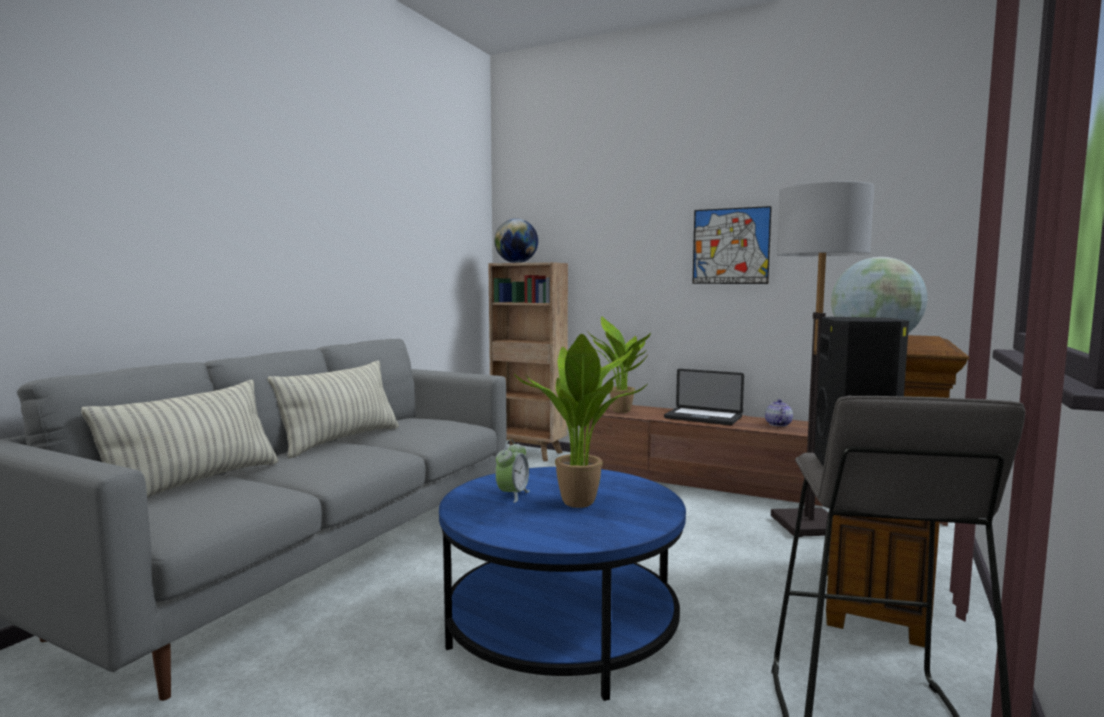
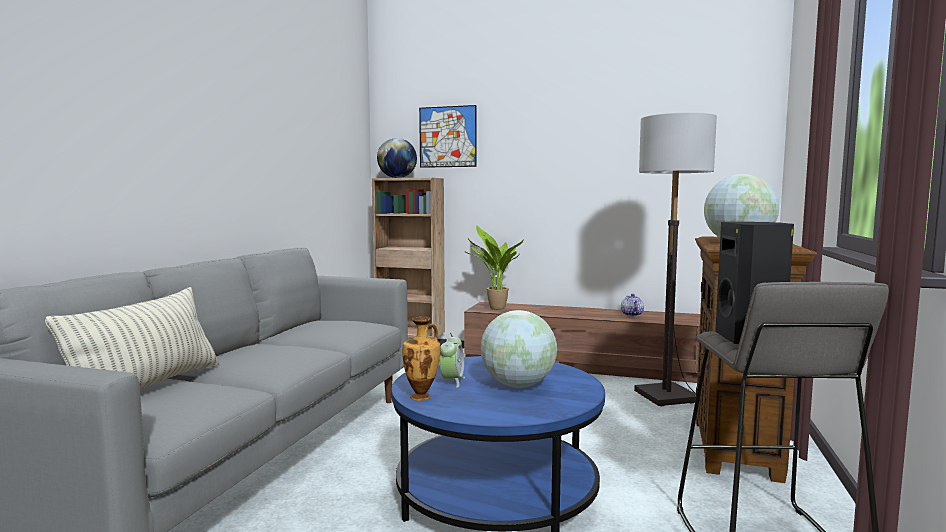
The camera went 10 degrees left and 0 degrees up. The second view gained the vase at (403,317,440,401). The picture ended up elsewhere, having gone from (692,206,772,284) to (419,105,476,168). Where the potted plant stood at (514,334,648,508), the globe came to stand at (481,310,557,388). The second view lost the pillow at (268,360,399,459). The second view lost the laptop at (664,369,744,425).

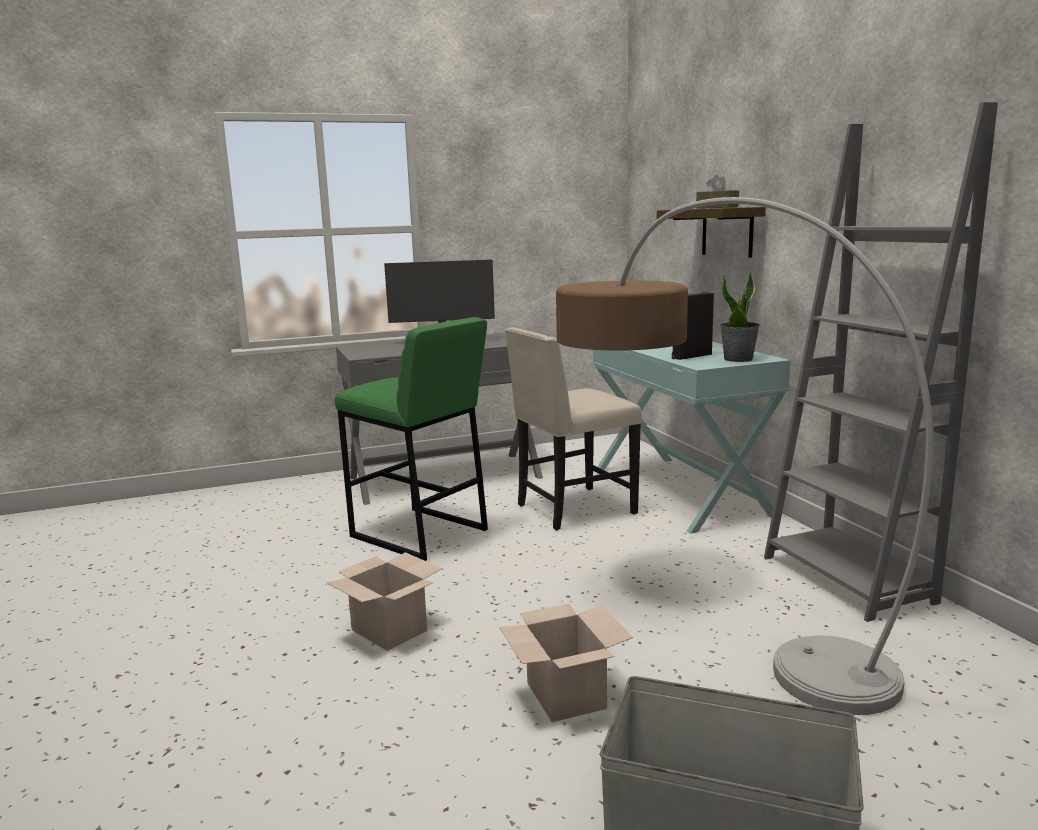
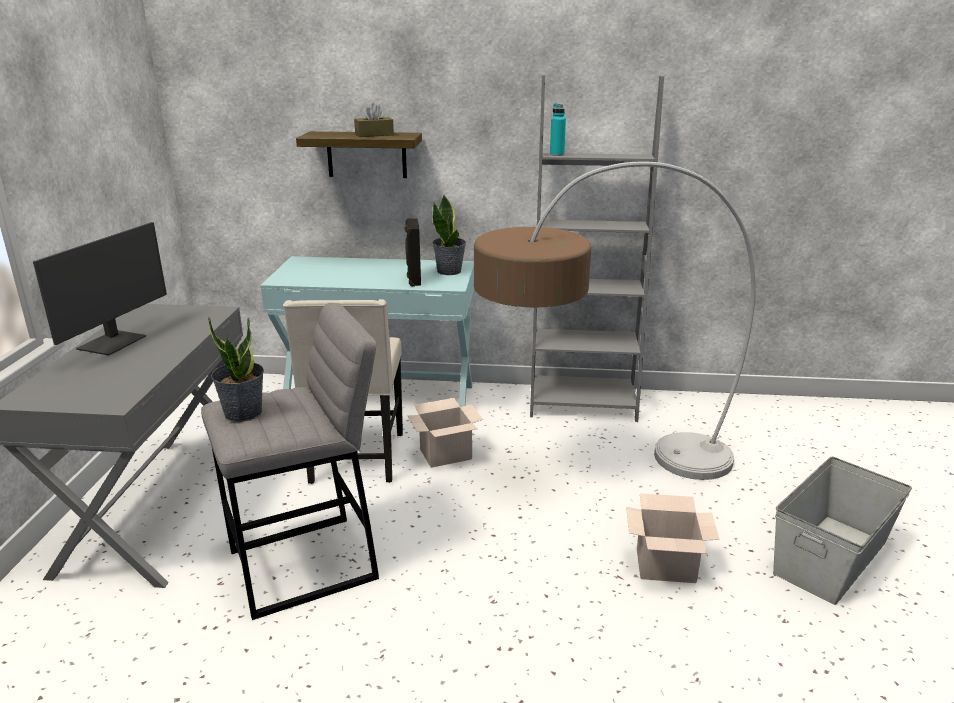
The camera went 65 degrees left and 10 degrees up. What was the stool/green at (335,317,488,561) turned into the stool/grey at (201,303,379,620). The second view gained the potted plant at (208,317,264,422). The cardboard box ended up elsewhere, having gone from (326,552,442,651) to (407,398,483,468). The second view gained the bottle/turquoise at (550,103,566,156).

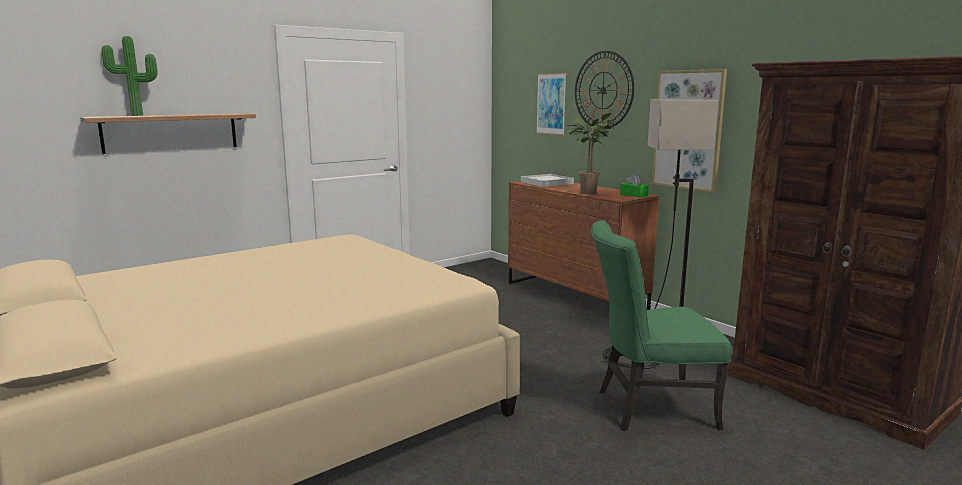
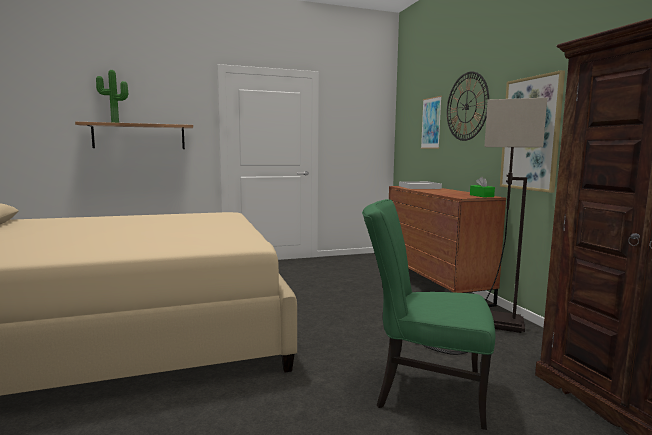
The camera went 20 degrees right and 5 degrees down. The second view lost the potted plant at (567,113,619,194).

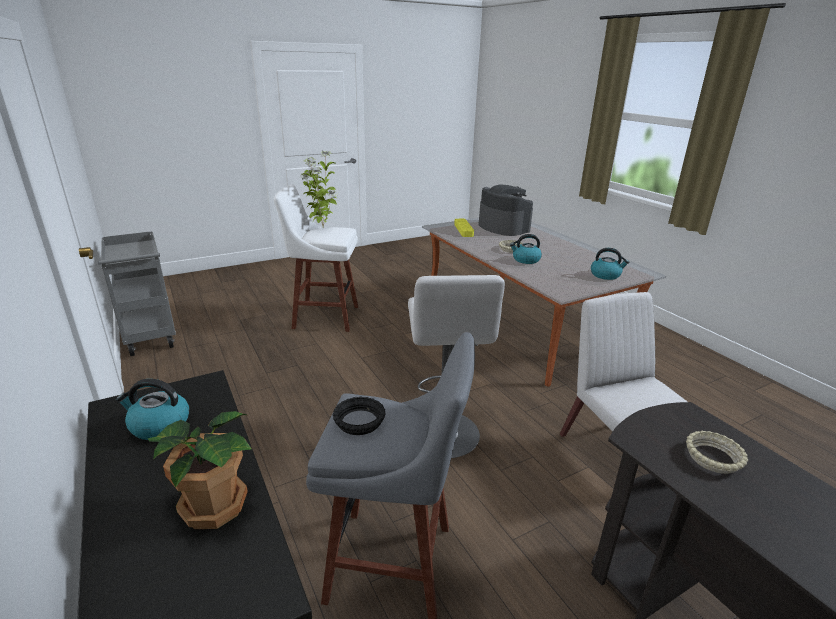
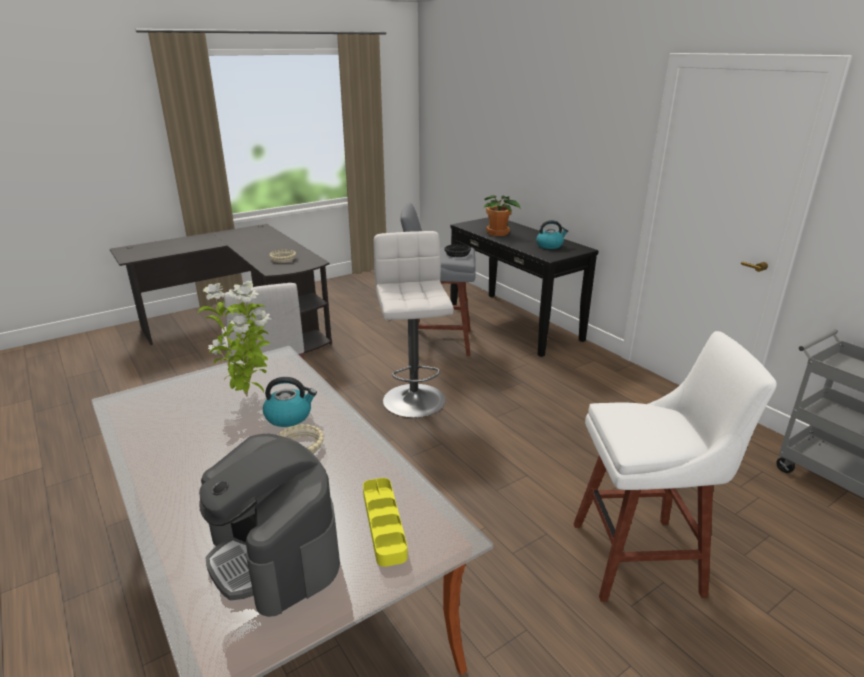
The camera went 175 degrees right and 0 degrees up. The potted plant ended up elsewhere, having gone from (301,151,337,227) to (198,281,271,397). The second view lost the kettle at (591,248,629,280).

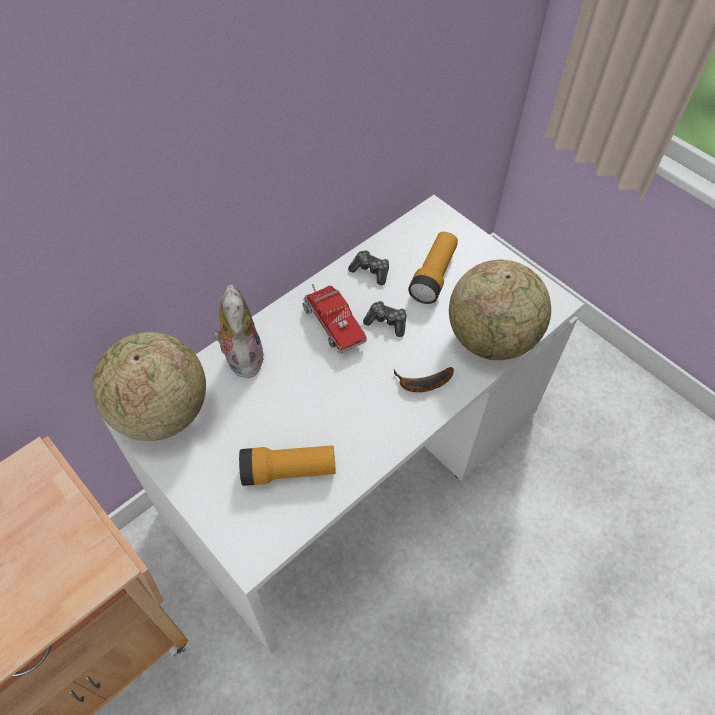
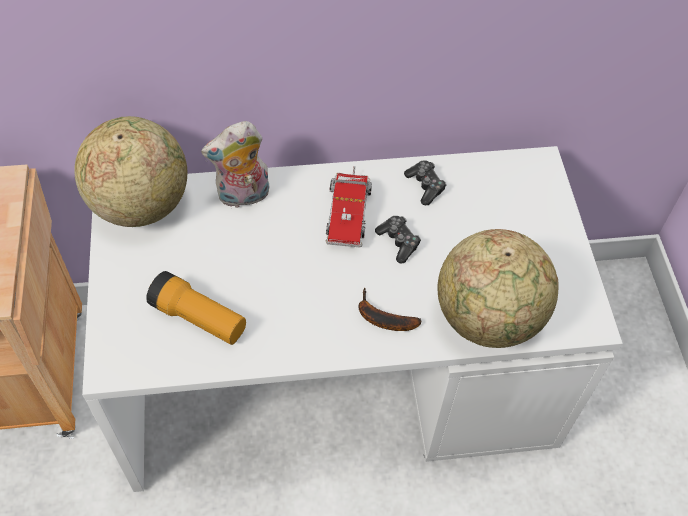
The camera went 35 degrees right and 0 degrees up. The plush toy at (213,284,264,378) ended up facing another way, 135 degrees counterclockwise from before. The second view lost the flashlight at (408,232,458,304).

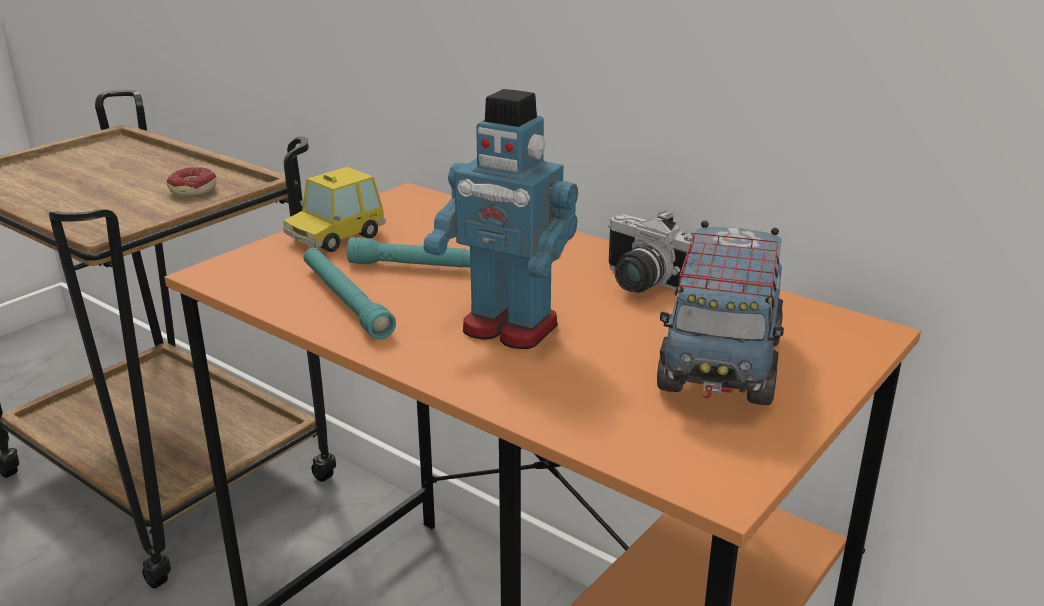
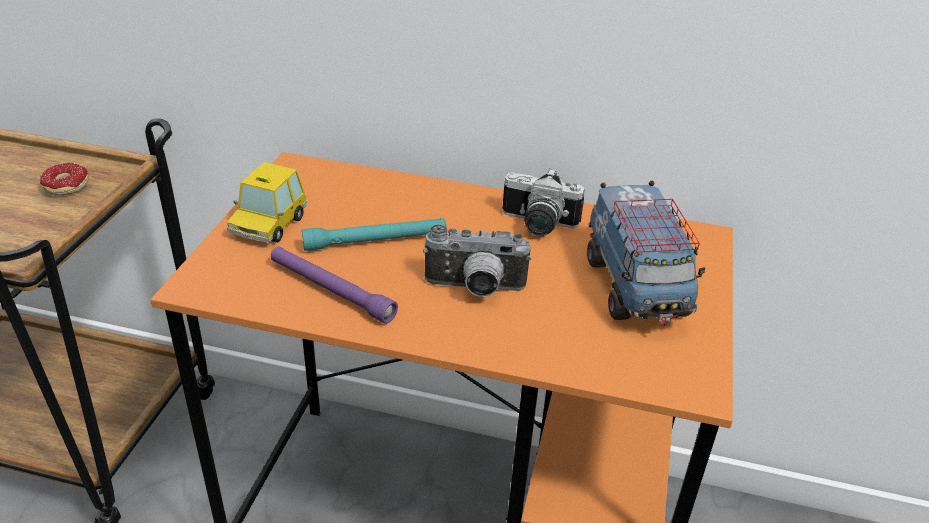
The camera went 25 degrees left and 10 degrees up. What was the flashlight/turquoise at (304,248,396,339) turned into the flashlight/purple at (271,247,398,324). Where the toy robot stood at (424,89,578,349), the photo camera came to stand at (423,225,531,297).

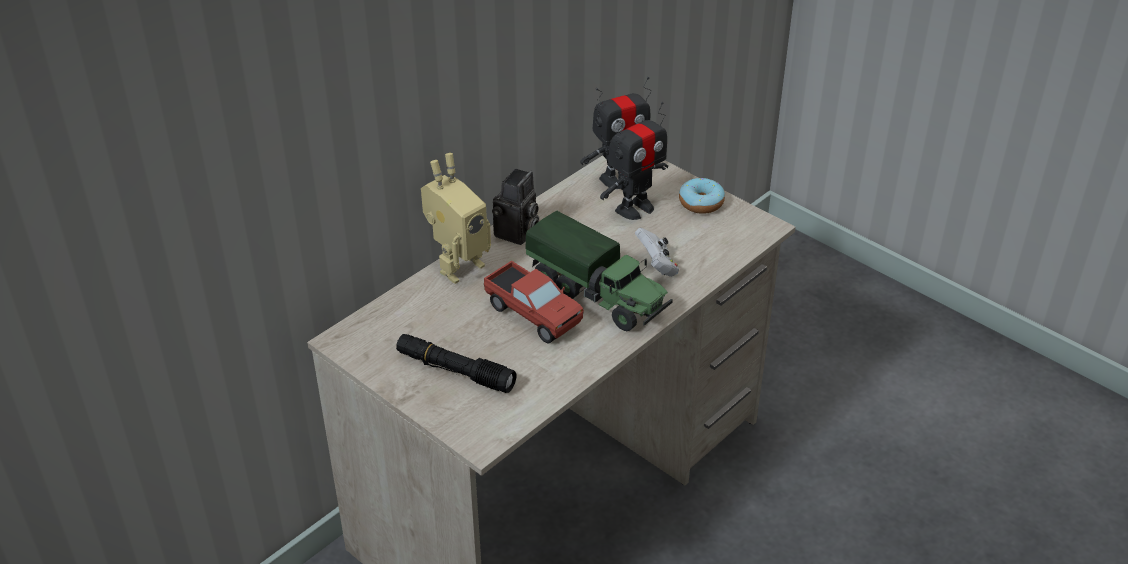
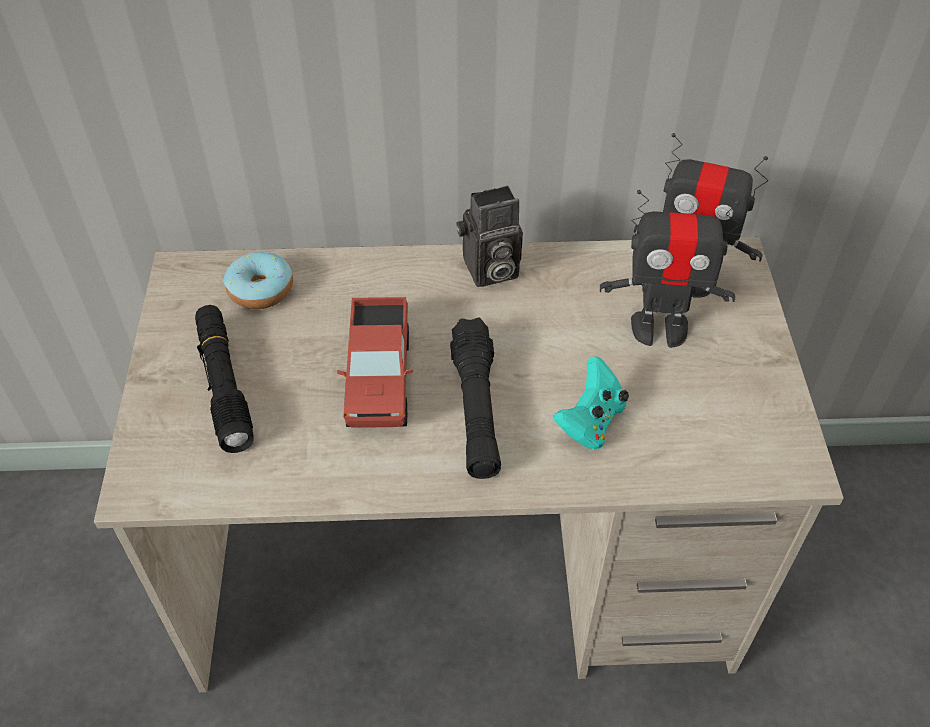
The camera went 45 degrees right and 10 degrees up. The donut ended up elsewhere, having gone from (679,178,725,214) to (224,252,293,309). Where the toy truck stood at (525,211,673,331), the flashlight/black came to stand at (450,317,501,479). What was the game controller/white at (635,228,679,277) turned into the game controller/turquoise at (554,356,629,450). The second view lost the toy robot at (421,153,491,284).

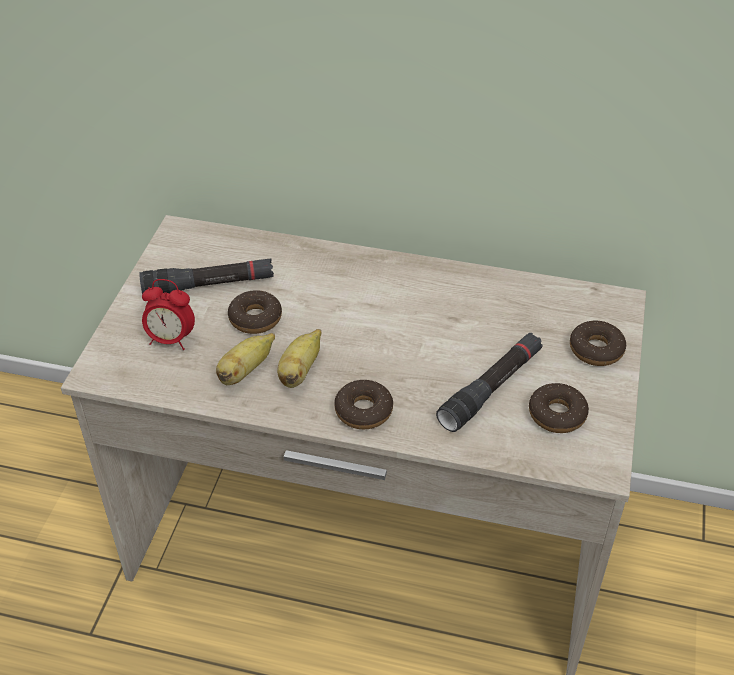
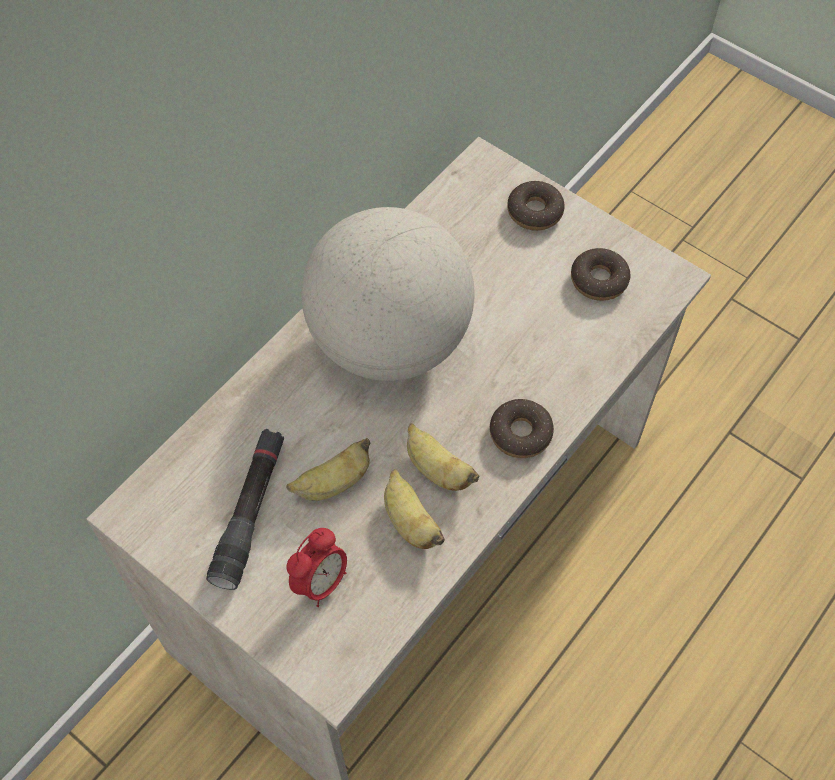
The camera went 65 degrees left and 15 degrees up. Where the donut stood at (228,290,282,334), the banana came to stand at (286,438,370,501). The second view gained the globe at (301,207,475,381). The second view lost the flashlight/black at (436,333,543,432).

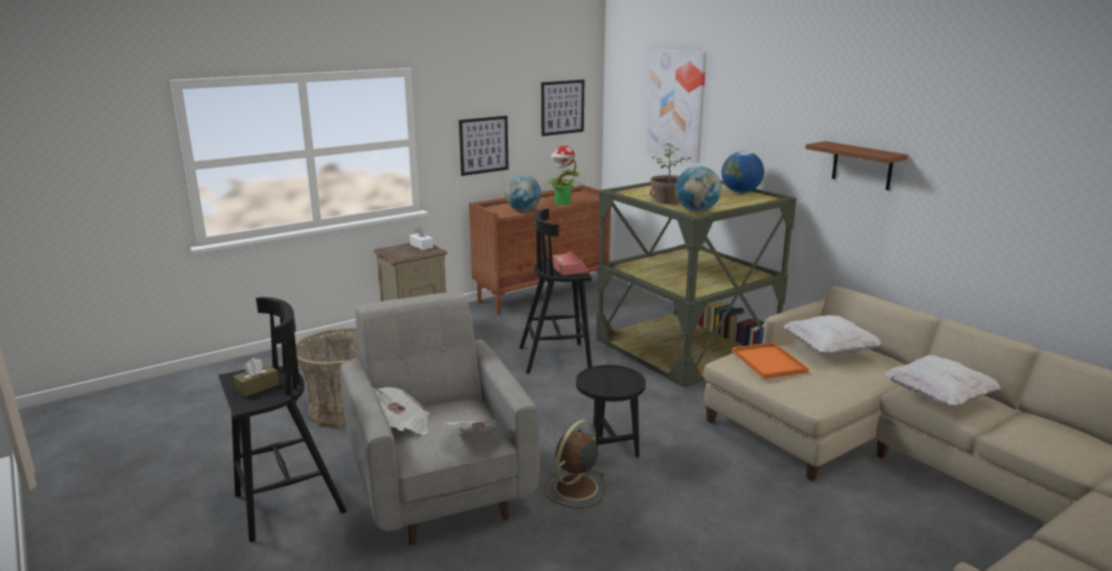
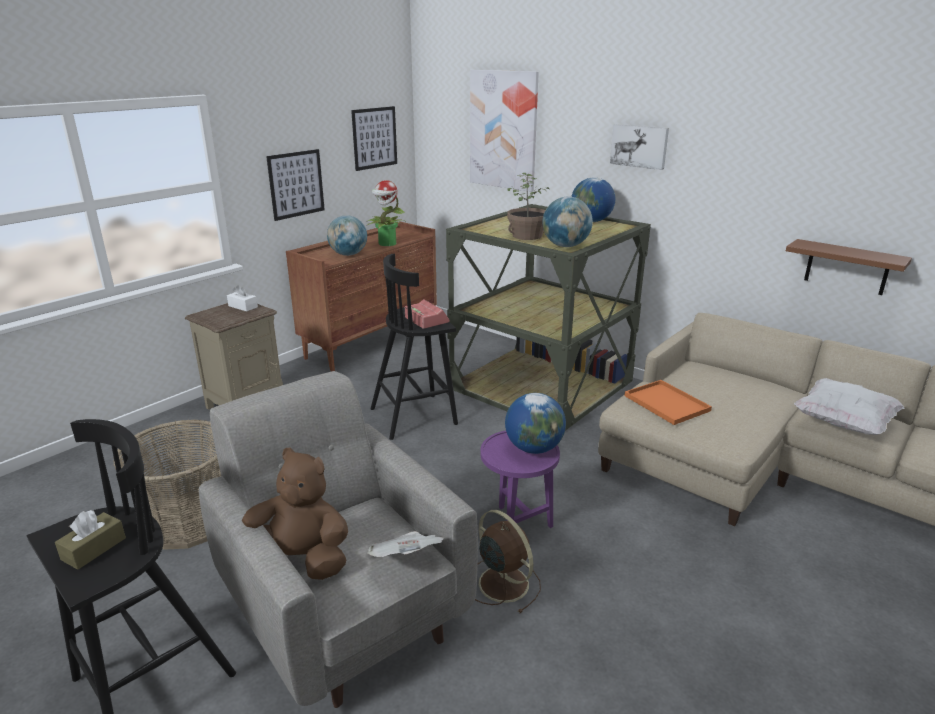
The camera went 15 degrees left and 5 degrees up. Where the newspaper stood at (373,387,429,434), the plush toy/brown came to stand at (242,448,348,580). The fan/brown at (544,420,605,509) ended up facing another way, 120 degrees clockwise from before. What was the side table/black at (576,365,646,464) turned into the side table/purple at (480,430,560,528). The second view gained the globe at (505,393,566,454). The second view gained the picture at (610,124,669,170). The shelf/brown ended up elsewhere, having gone from (805,141,908,190) to (786,239,912,295). The second view lost the pillow/white at (784,315,882,355).

